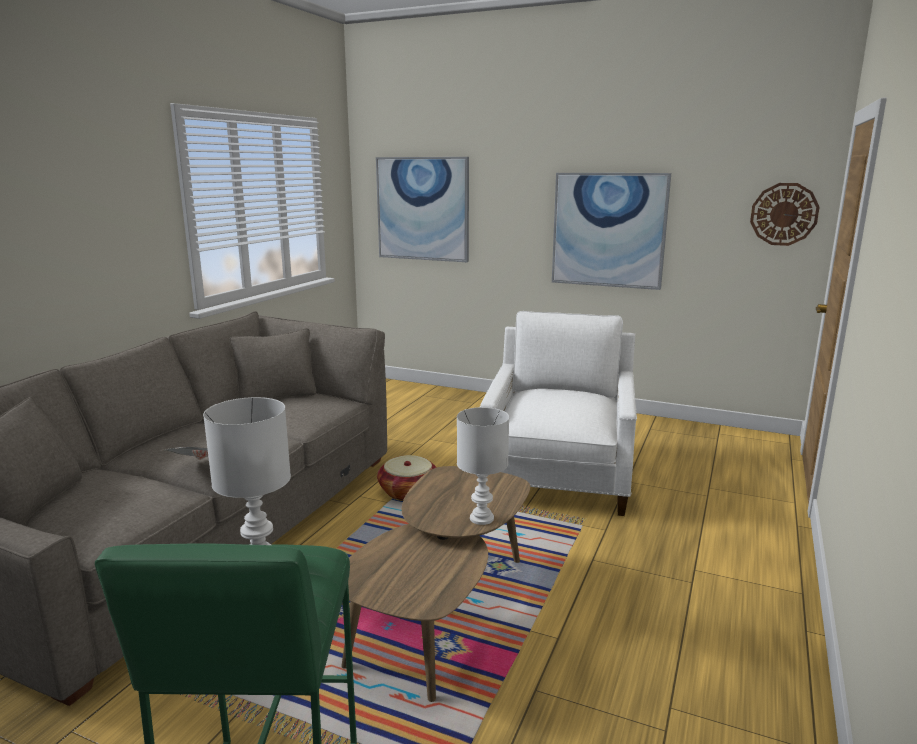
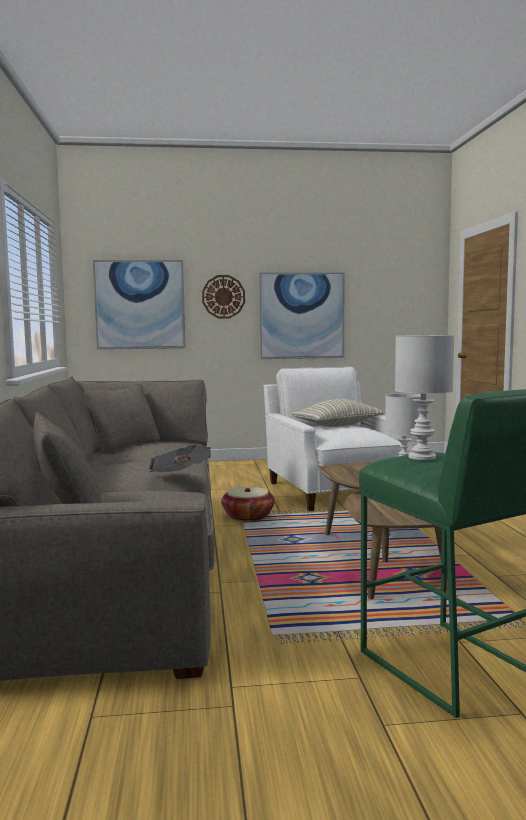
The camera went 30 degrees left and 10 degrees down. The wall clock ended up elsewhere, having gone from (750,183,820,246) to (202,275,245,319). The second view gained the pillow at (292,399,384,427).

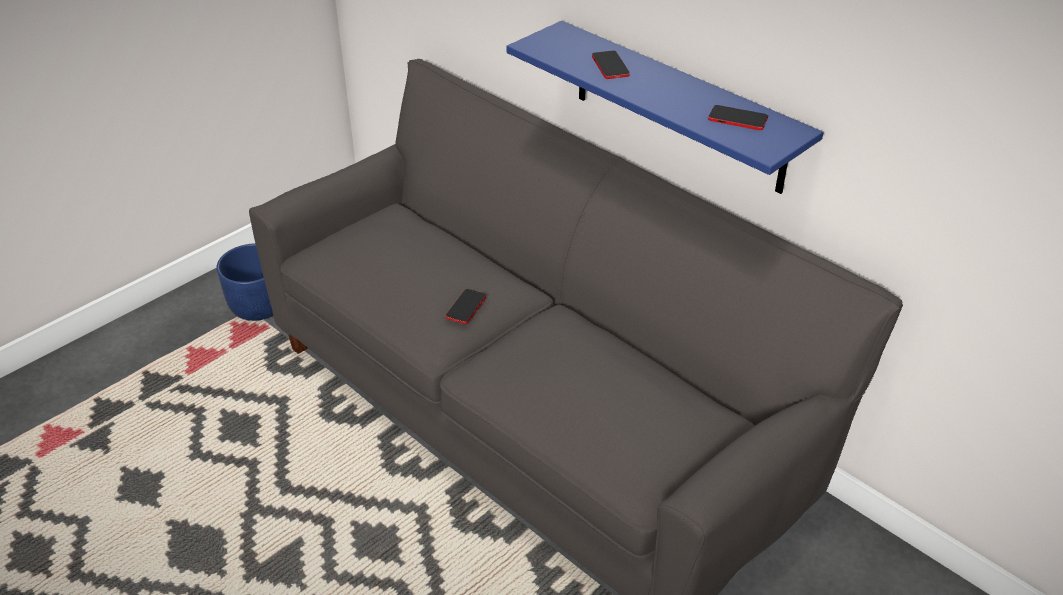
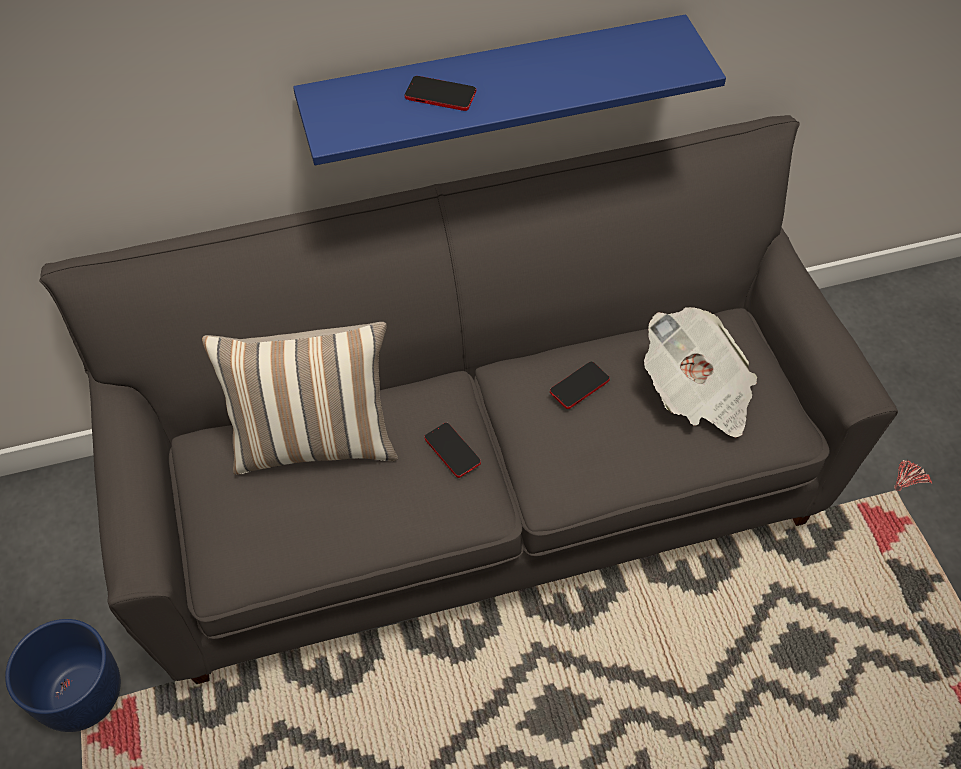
The camera went 60 degrees left and 15 degrees up. The second view gained the pillow at (202,322,398,475). The phone ended up elsewhere, having gone from (708,105,768,130) to (550,361,610,409). The second view gained the newspaper at (644,307,757,437).

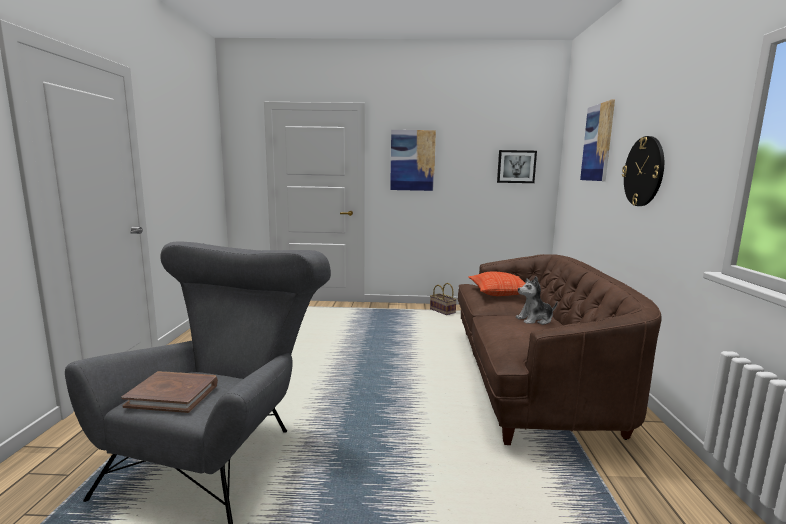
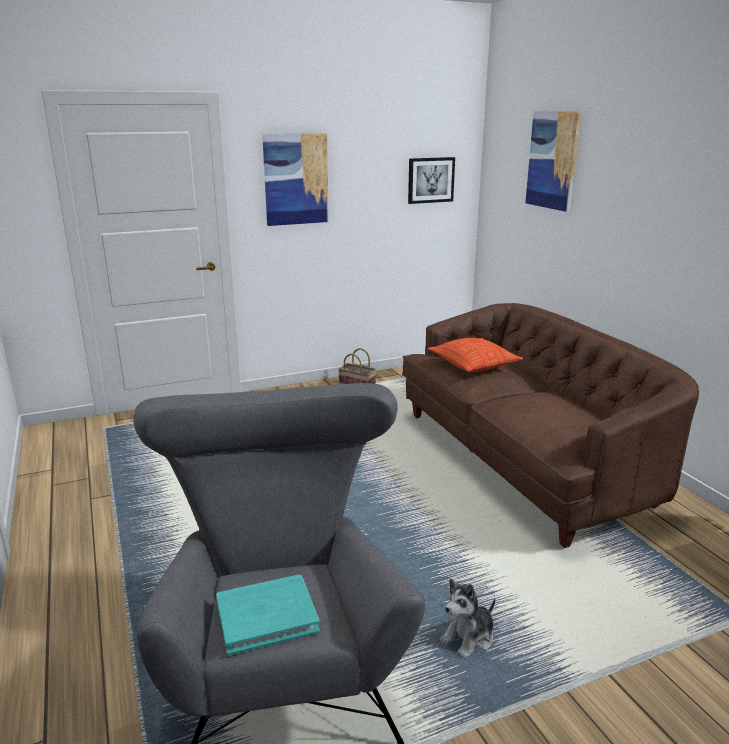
The camera went 25 degrees left and 10 degrees up. What was the book/brown at (121,371,218,413) turned into the book/turquoise at (216,575,320,656). The plush toy ended up elsewhere, having gone from (516,276,558,325) to (440,578,496,659). The second view lost the wall clock at (622,136,664,206).

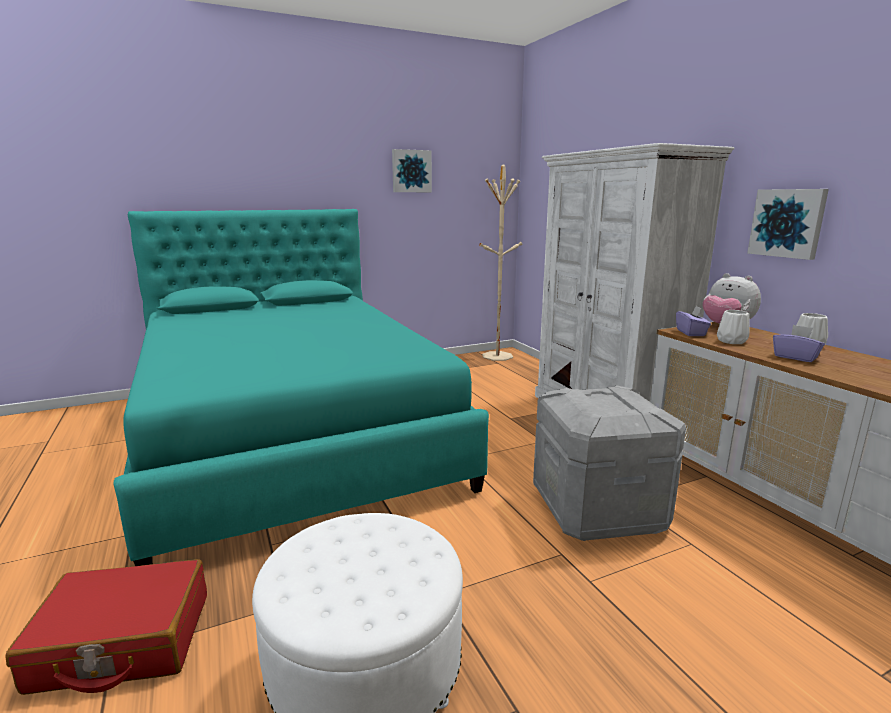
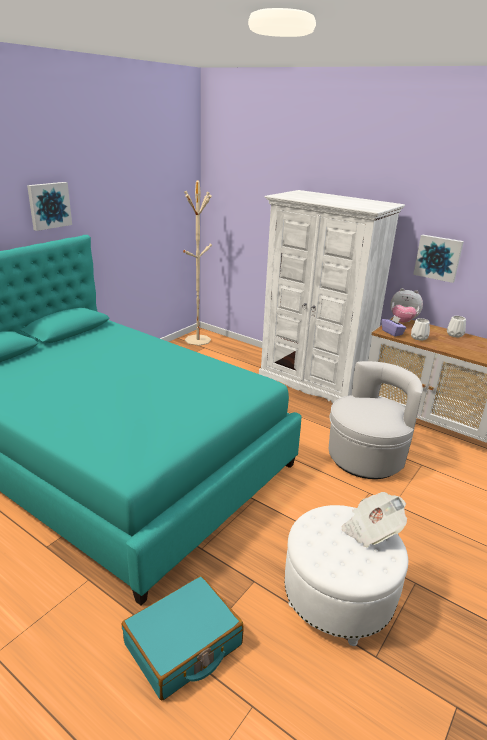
The camera went 30 degrees left and 10 degrees up. The picture ended up elsewhere, having gone from (392,149,432,192) to (27,182,72,231). What was the suitcase/red at (5,559,207,695) turned into the suitcase/turquoise at (122,576,244,700). Where the storage box/grey stood at (533,385,686,541), the armchair/white came to stand at (329,361,423,479). The second view gained the newspaper at (342,492,407,548). The second view lost the tissue box/purple at (773,325,825,362).

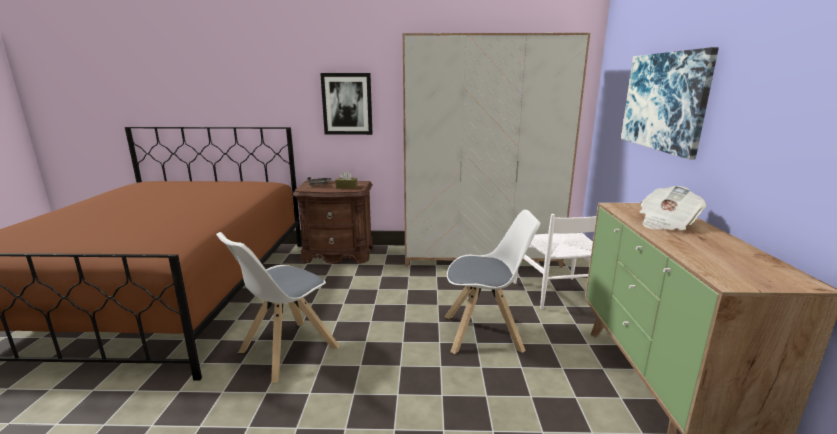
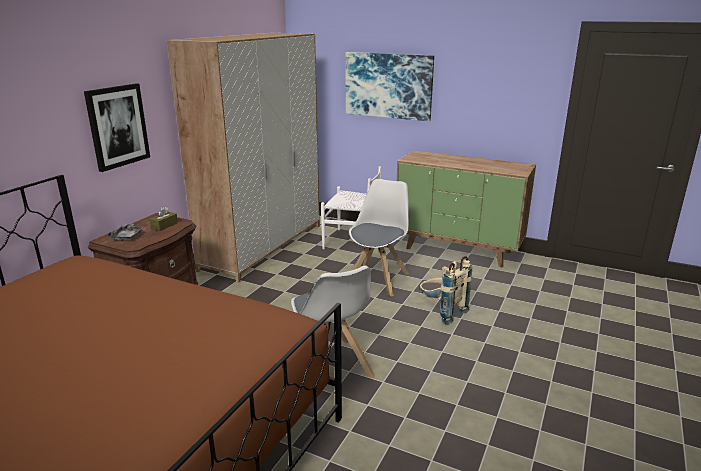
The camera went 65 degrees left and 5 degrees up. The second view gained the backpack/beige at (419,256,472,324). The second view lost the newspaper at (639,186,706,230).

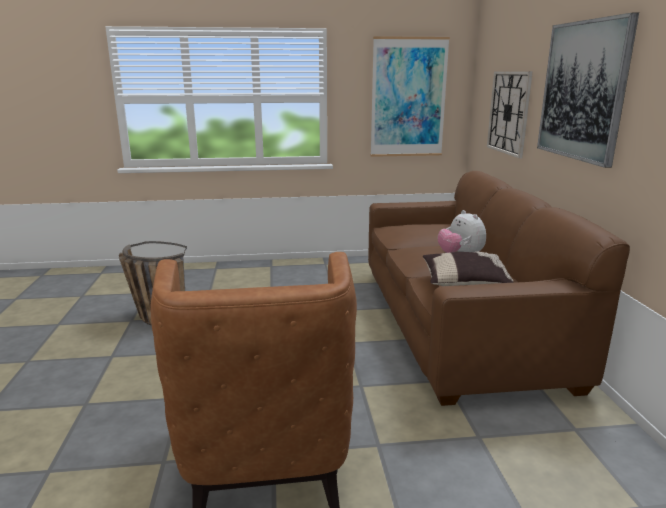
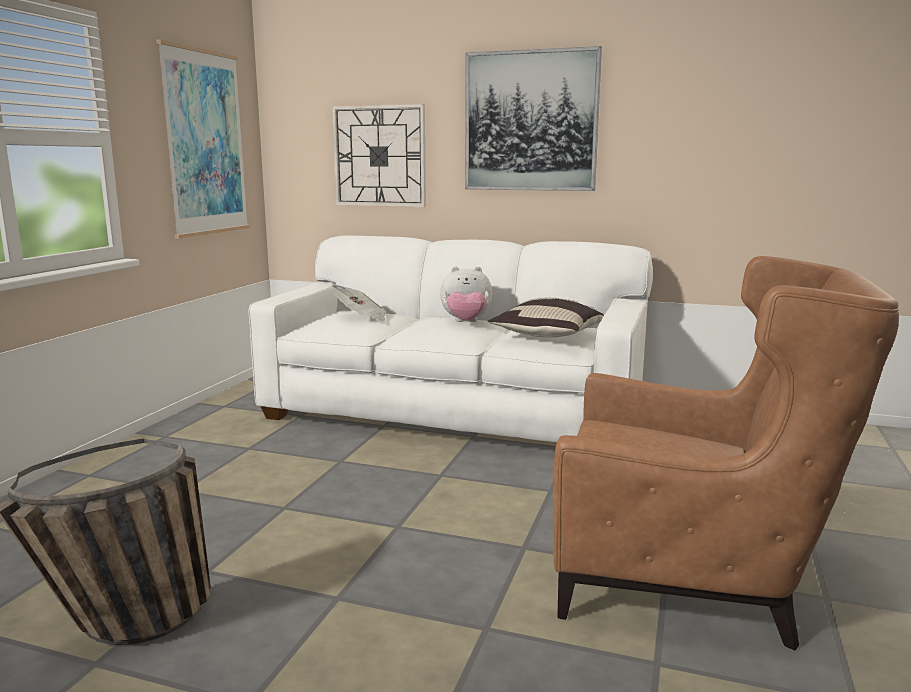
The camera went 65 degrees left and 5 degrees down. What was the sofa/brown at (368,171,630,406) turned into the sofa/white at (248,236,653,442). The second view gained the newspaper at (332,285,387,321).

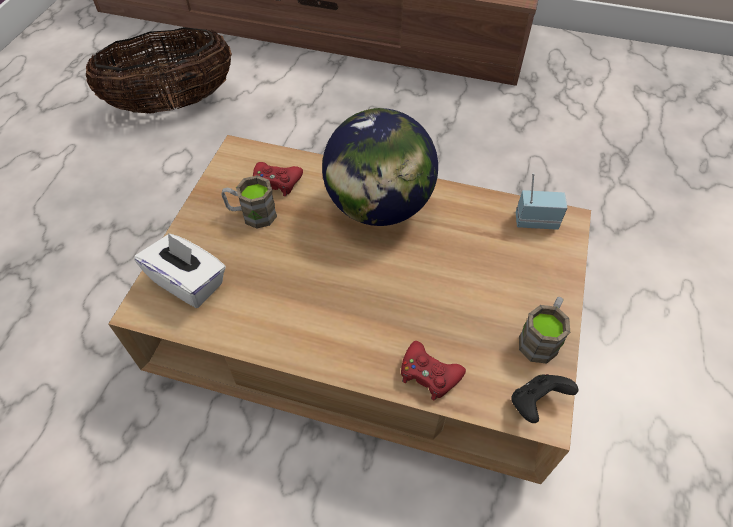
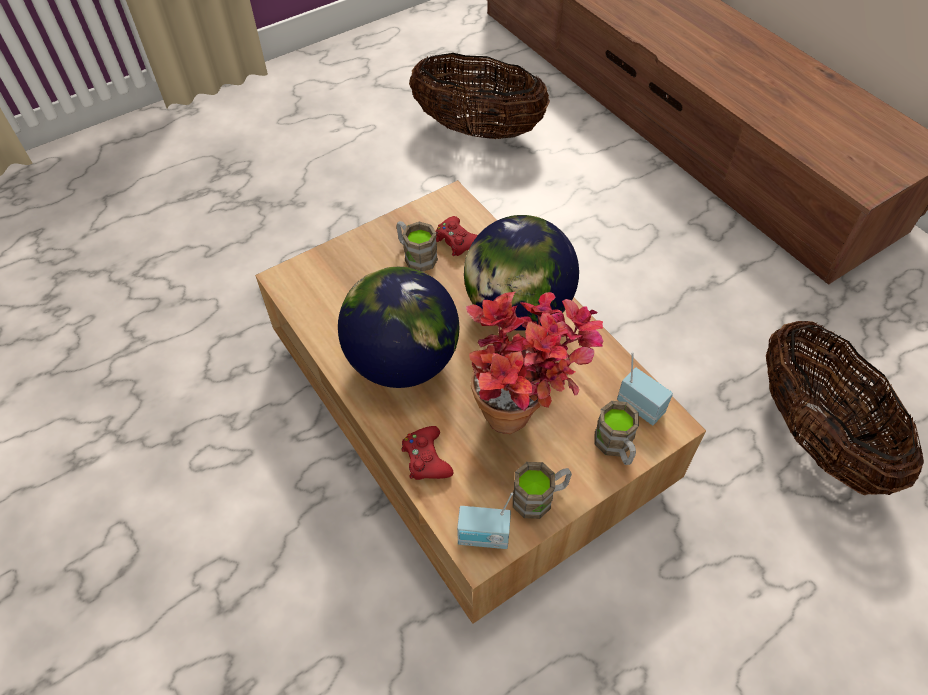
The camera went 40 degrees right and 0 degrees up. The second view gained the globe at (338,267,459,388). Where the game controller/black stood at (512,374,578,423), the radio came to stand at (457,493,513,549). The second view gained the potted plant at (466,292,603,434). The second view gained the mug/brown at (594,401,639,465). The second view gained the basket at (766,321,924,495). The second view lost the tissue box/white at (134,233,226,308).

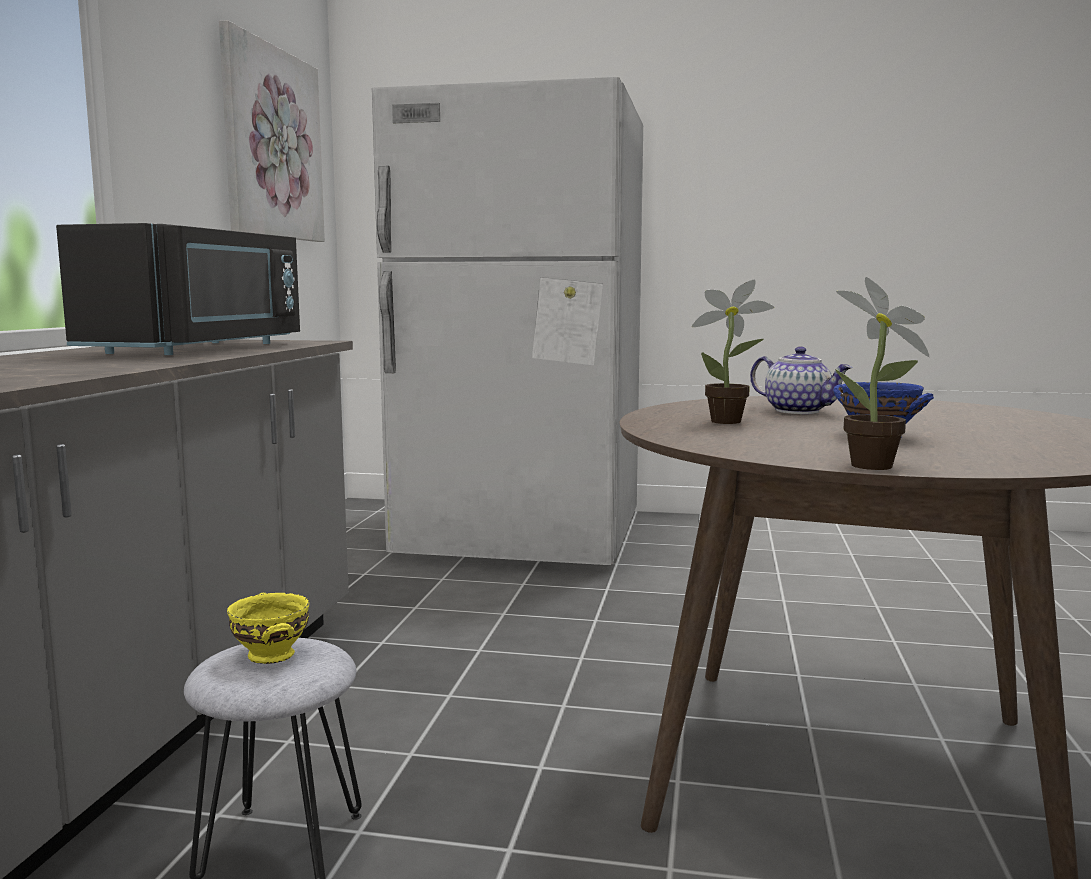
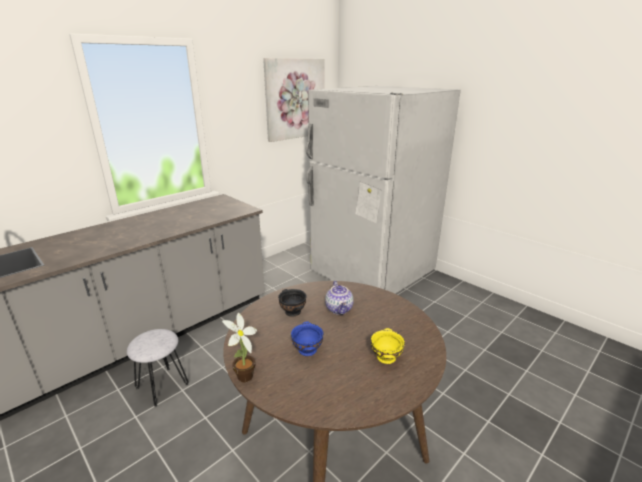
The camera went 35 degrees right and 15 degrees up. Where the potted plant stood at (692,279,774,424), the bowl/black came to stand at (278,289,307,317). The bowl/yellow ended up elsewhere, having gone from (227,593,309,664) to (371,328,405,364). The second view lost the microwave/black at (56,223,300,355).

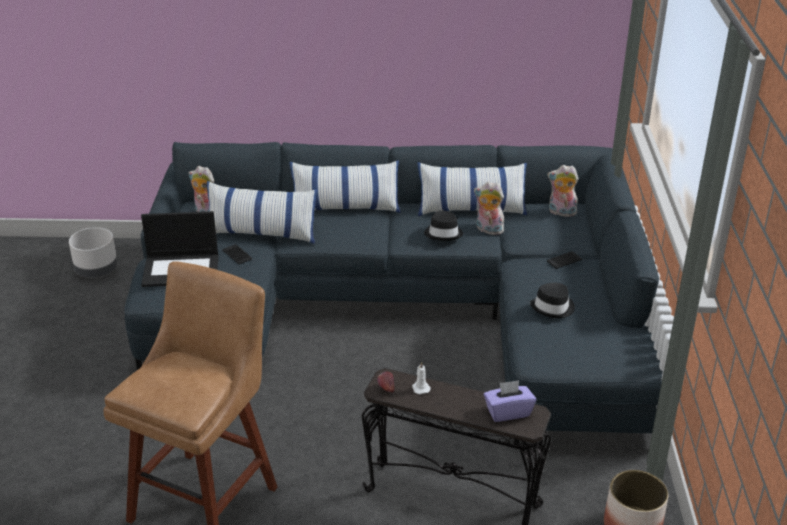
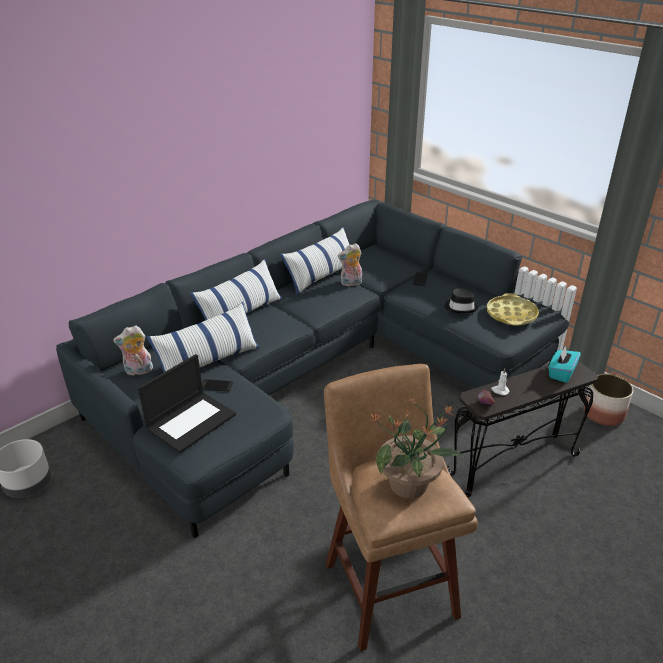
The camera went 45 degrees left and 0 degrees up. The second view gained the potted plant at (369,398,463,499). The second view gained the tray/yellow at (487,293,539,326). What was the tissue box/purple at (484,380,536,422) turned into the tissue box/turquoise at (548,346,581,383). The second view lost the hat/black at (424,211,463,241). The second view lost the plush toy at (548,165,579,217).

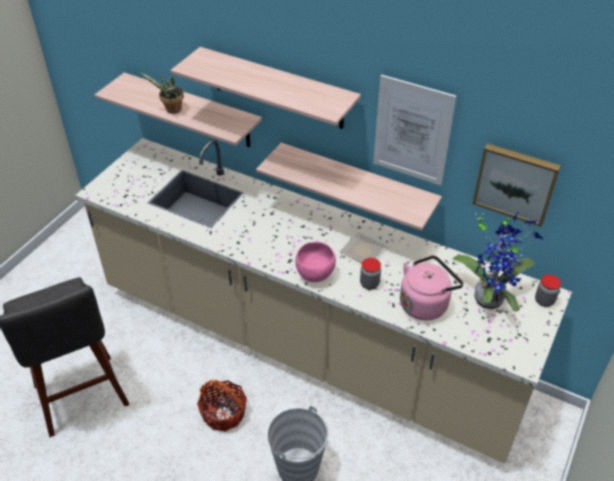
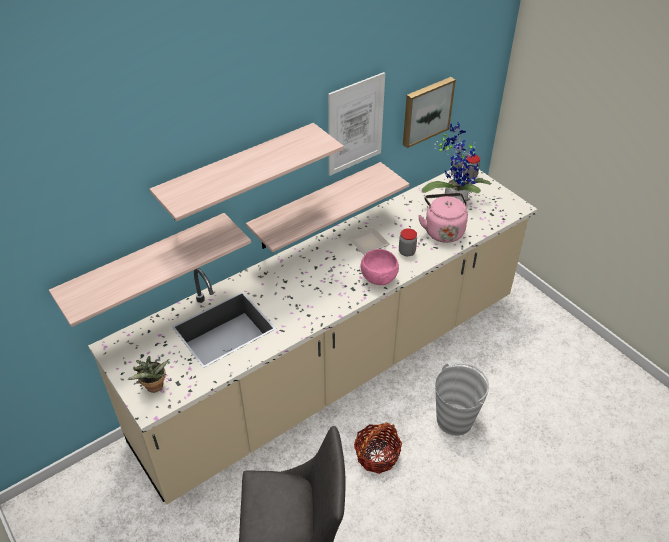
The camera went 65 degrees left and 0 degrees up. The potted plant ended up elsewhere, having gone from (139,72,184,114) to (127,356,169,393).

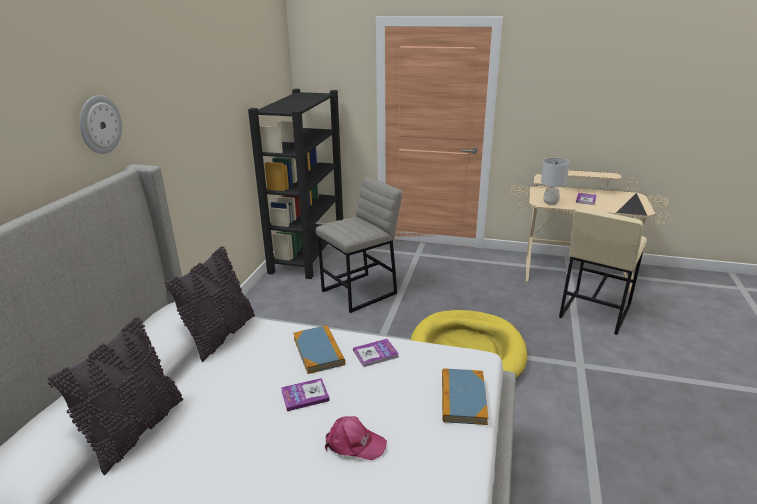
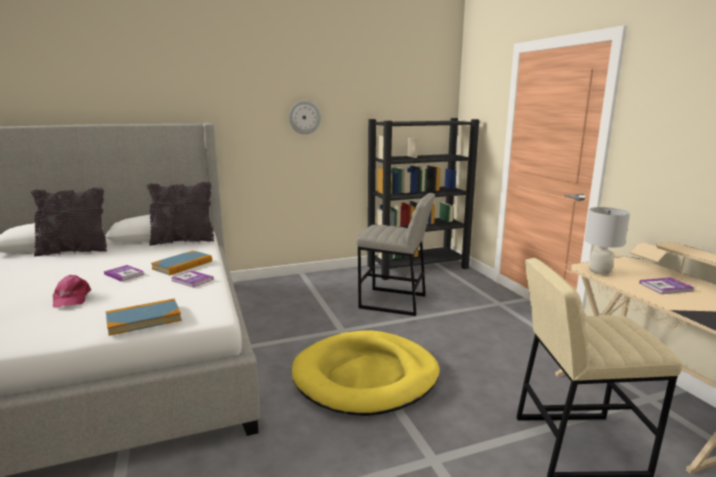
The camera went 55 degrees right and 10 degrees down. The wall clock ended up elsewhere, having gone from (80,95,122,154) to (289,101,321,134).

